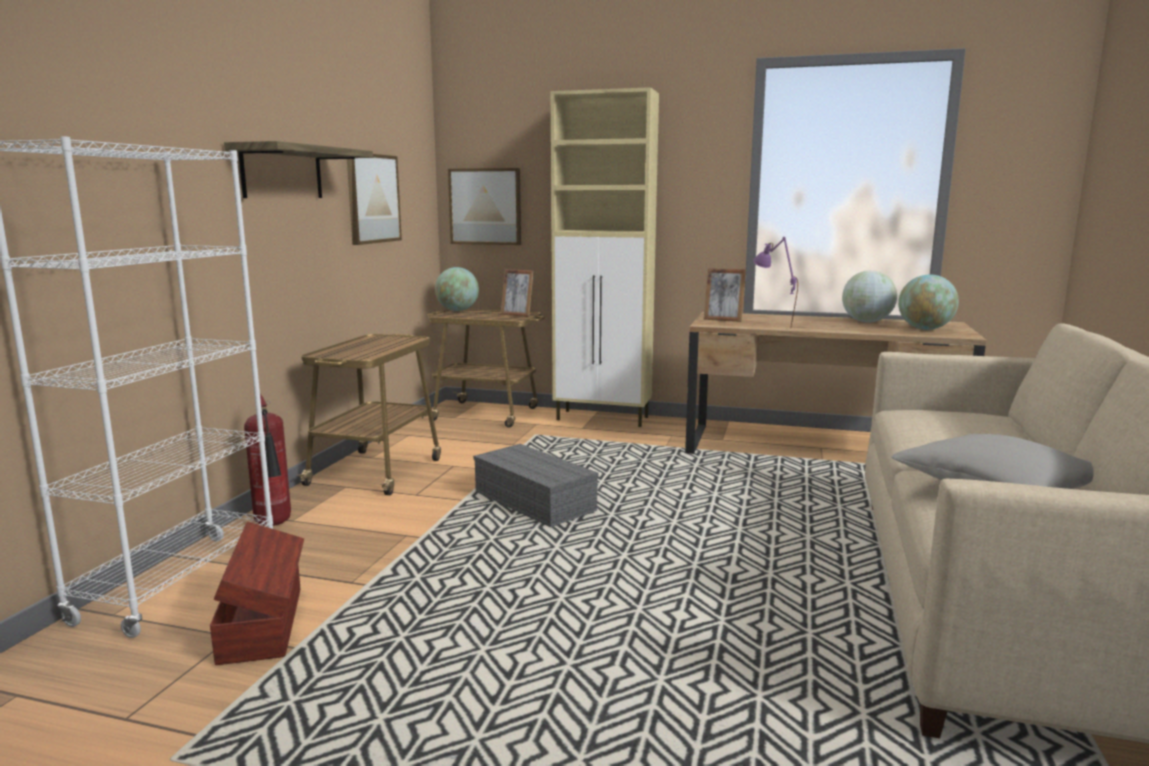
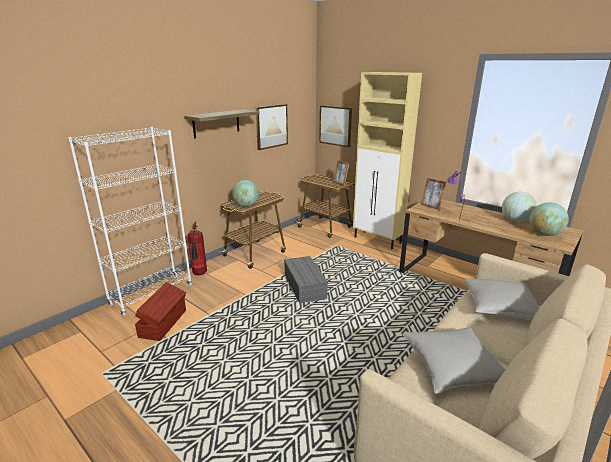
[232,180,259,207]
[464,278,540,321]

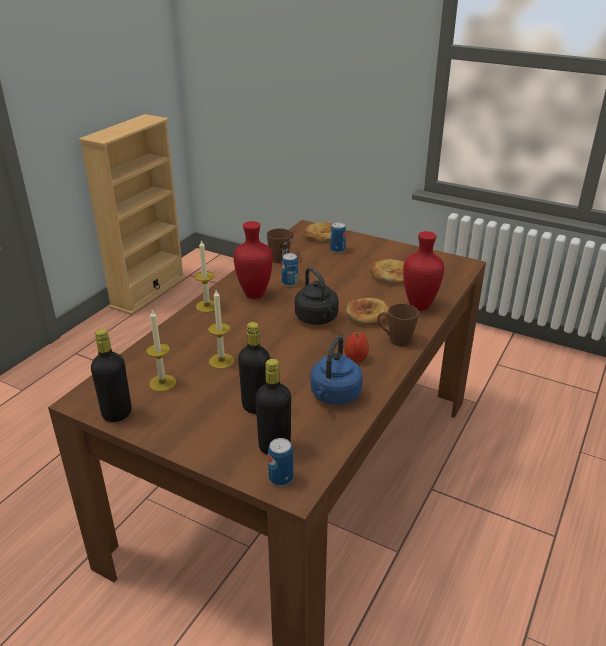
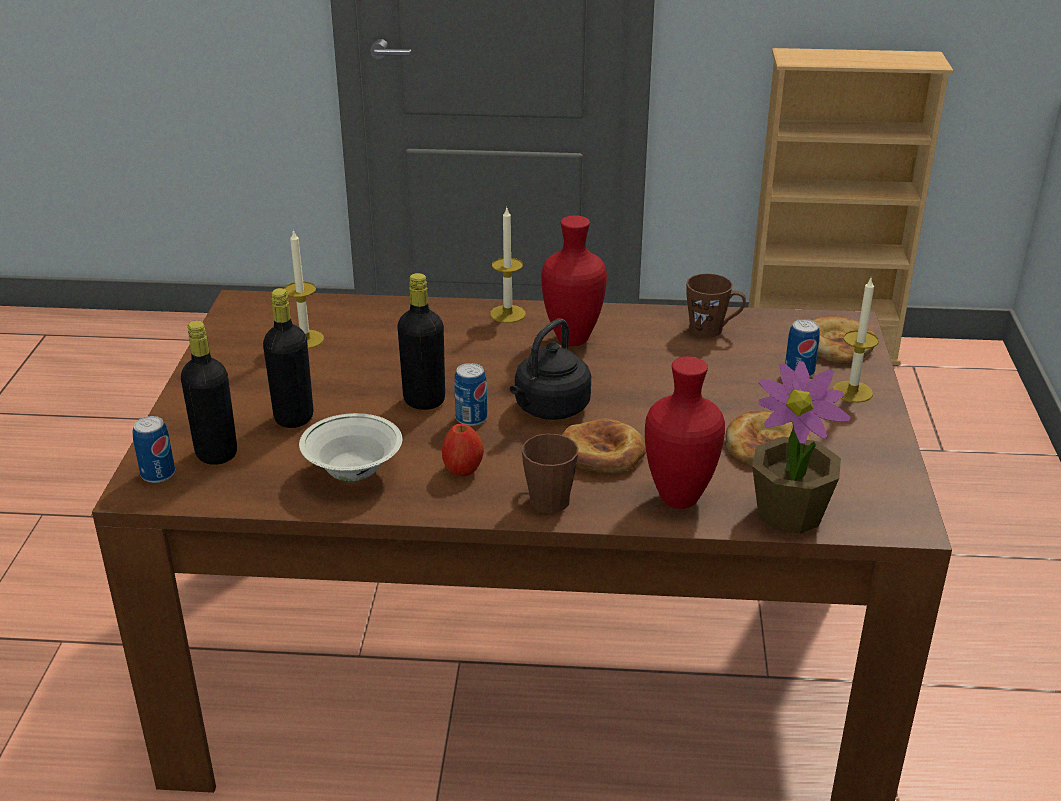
[299,413,402,481]
[397,273,445,410]
[454,363,487,426]
[752,361,850,534]
[833,278,879,403]

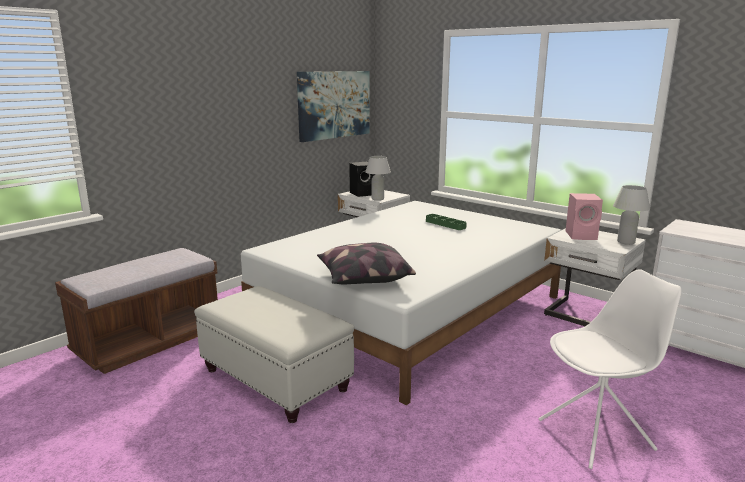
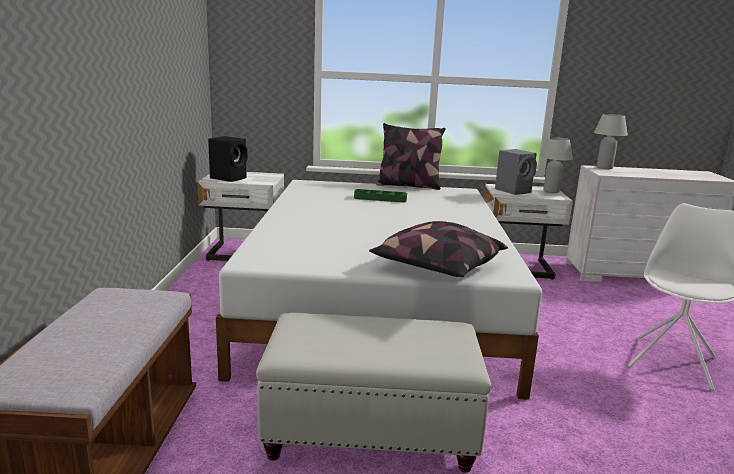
[376,123,446,190]
[495,149,537,195]
[594,114,628,169]
[297,71,370,142] (first image)

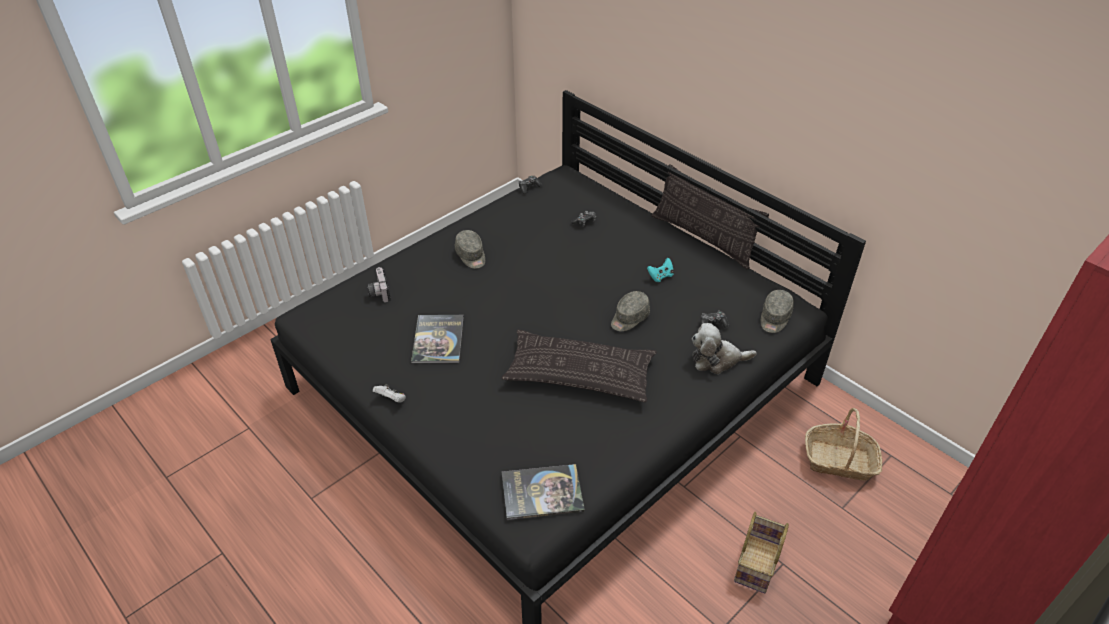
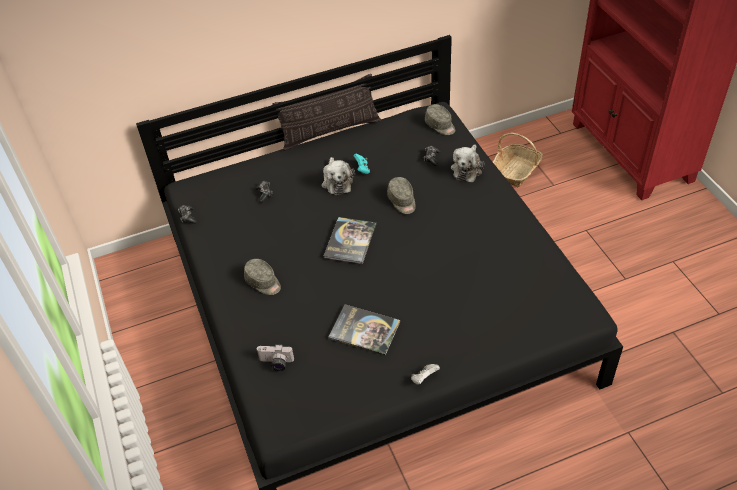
[244,259,281,295]
[321,157,355,195]
[324,217,376,264]
[502,329,657,402] (first image)
[734,512,789,593] (first image)

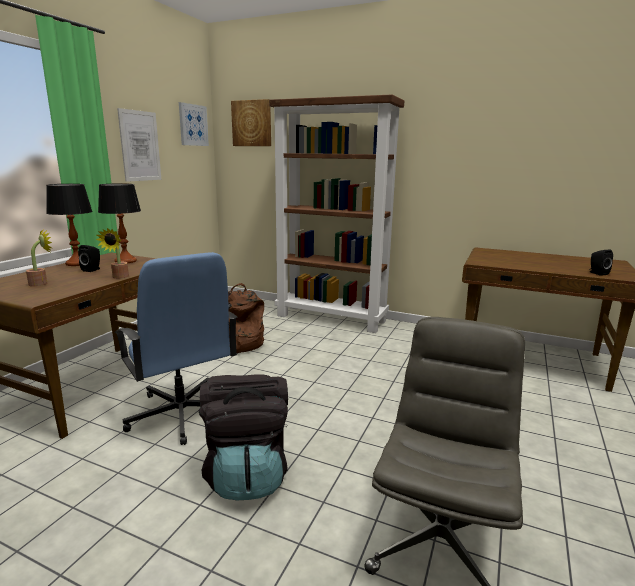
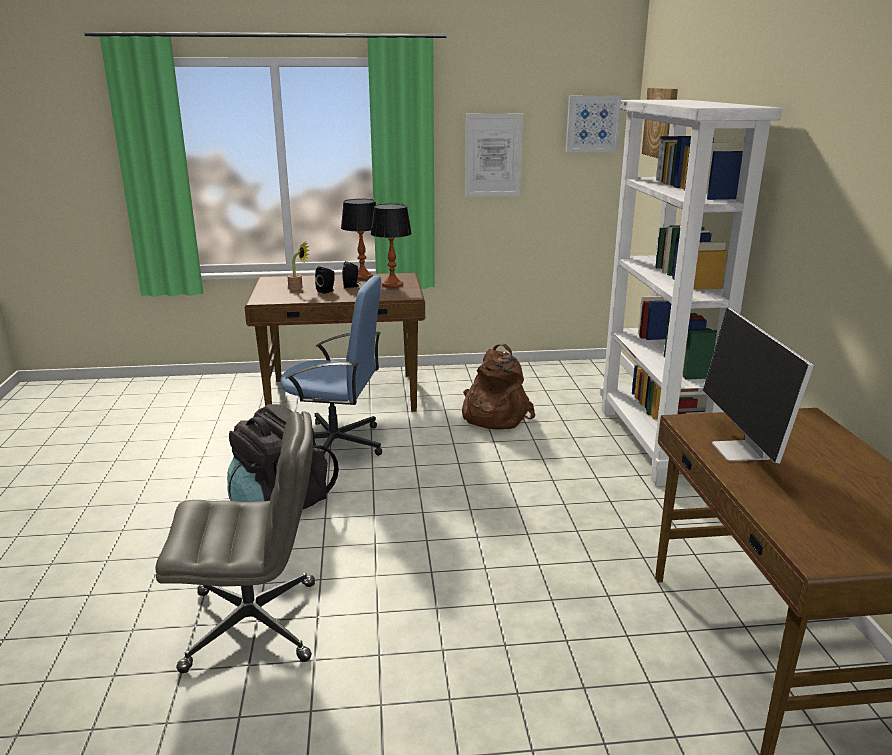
[280,276,382,456]
[315,267,335,294]
[600,100,782,486]
[703,308,814,463]
[96,228,129,279] (first image)

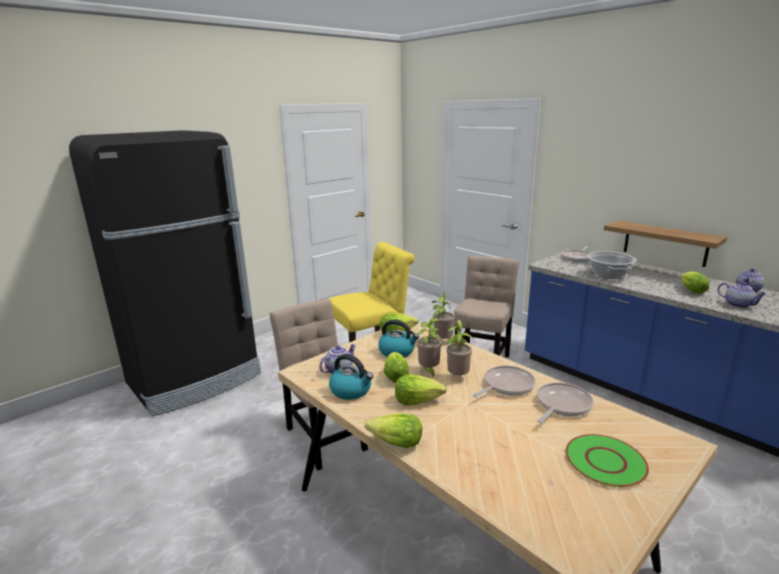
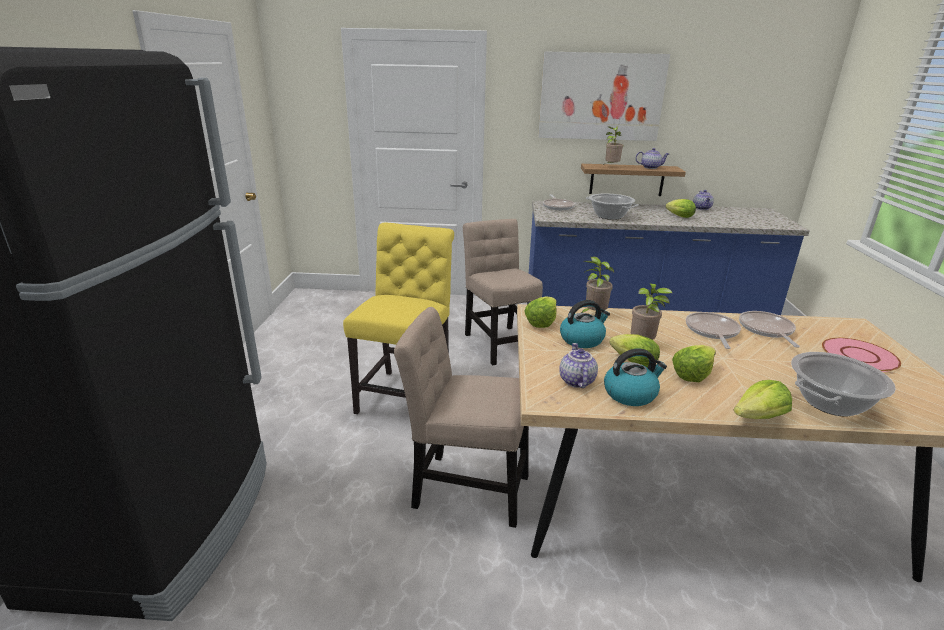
[538,52,670,141]
[605,126,623,163]
[635,148,669,169]
[791,352,896,417]
[822,338,901,372]

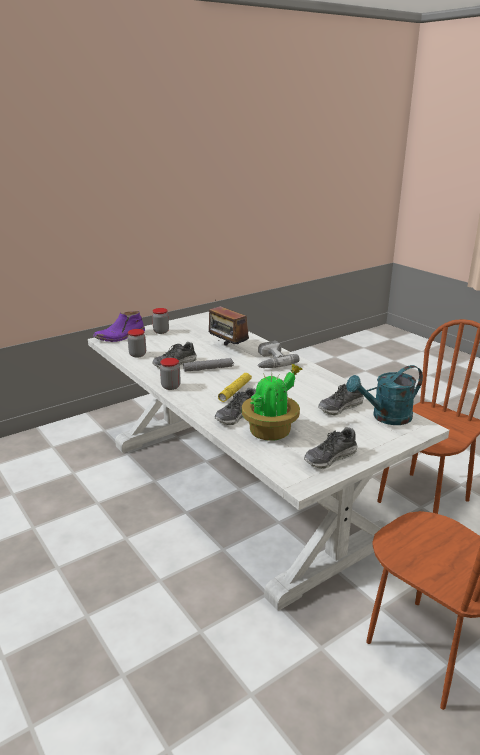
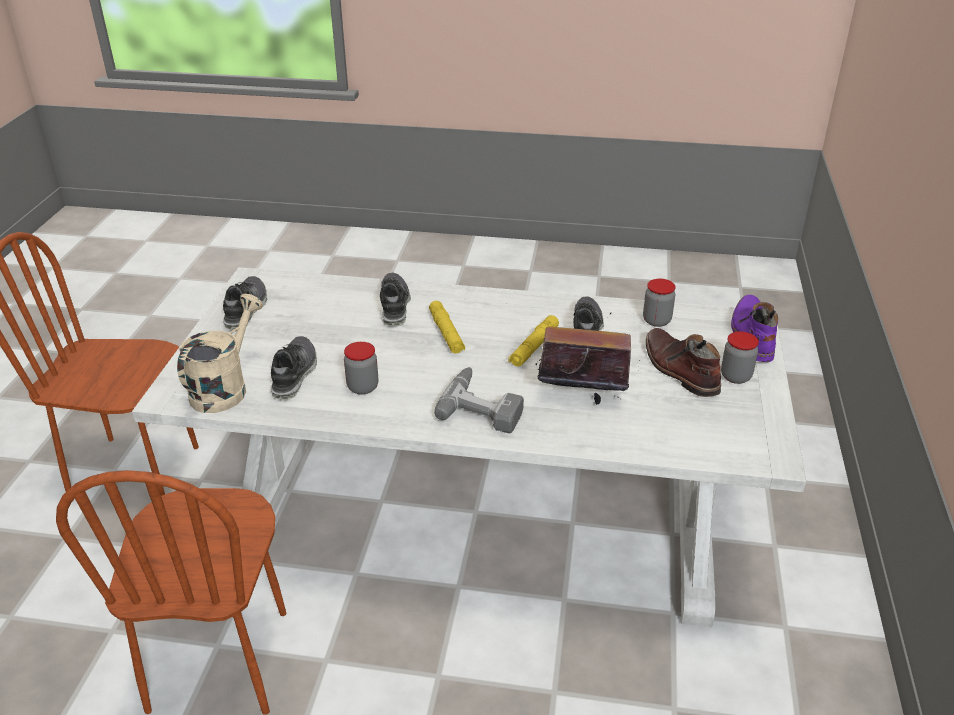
[177,294,263,413]
[344,342,378,394]
[508,315,559,367]
[646,328,721,397]
[242,363,302,441] (first image)

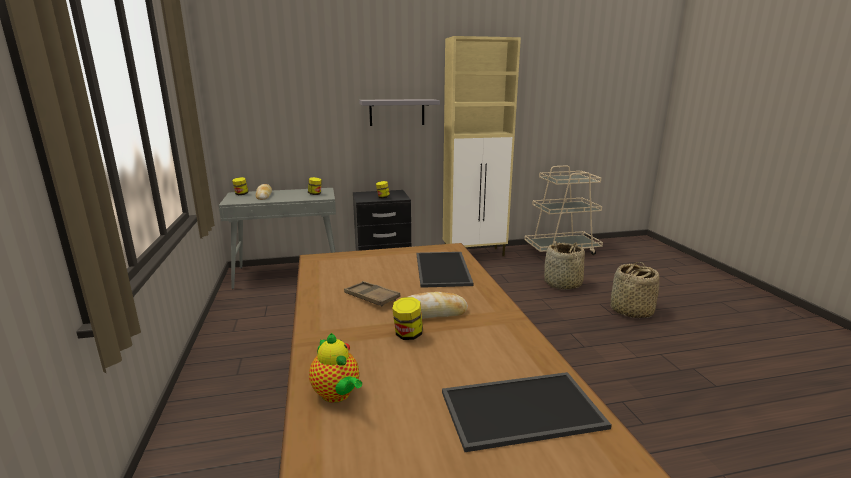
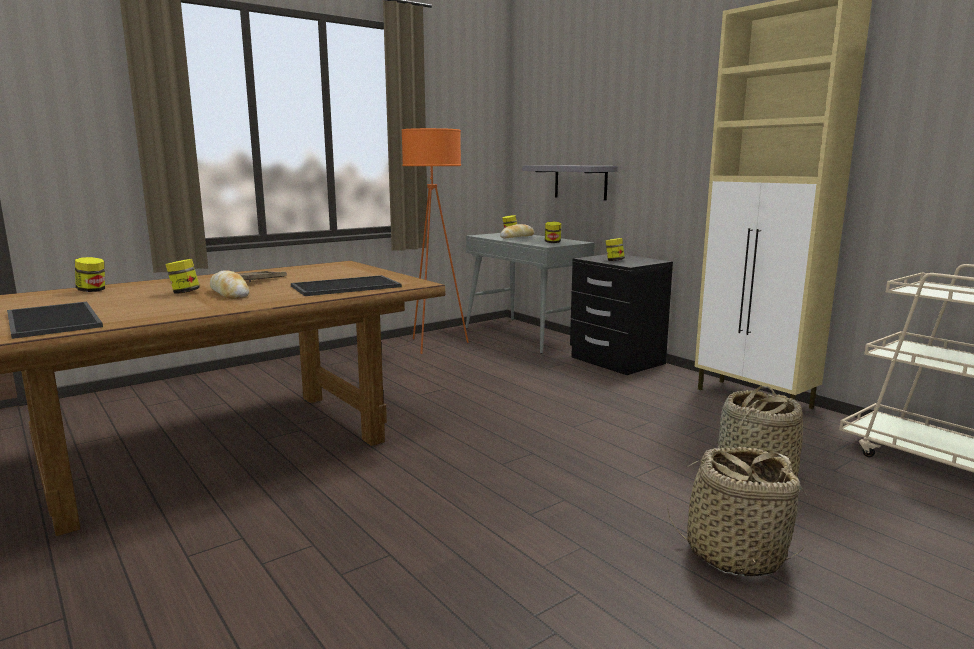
[75,257,105,292]
[401,128,469,354]
[522,165,618,200]

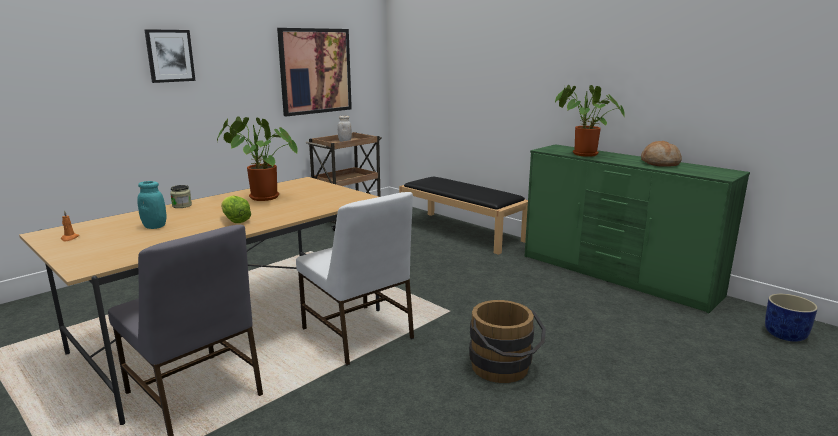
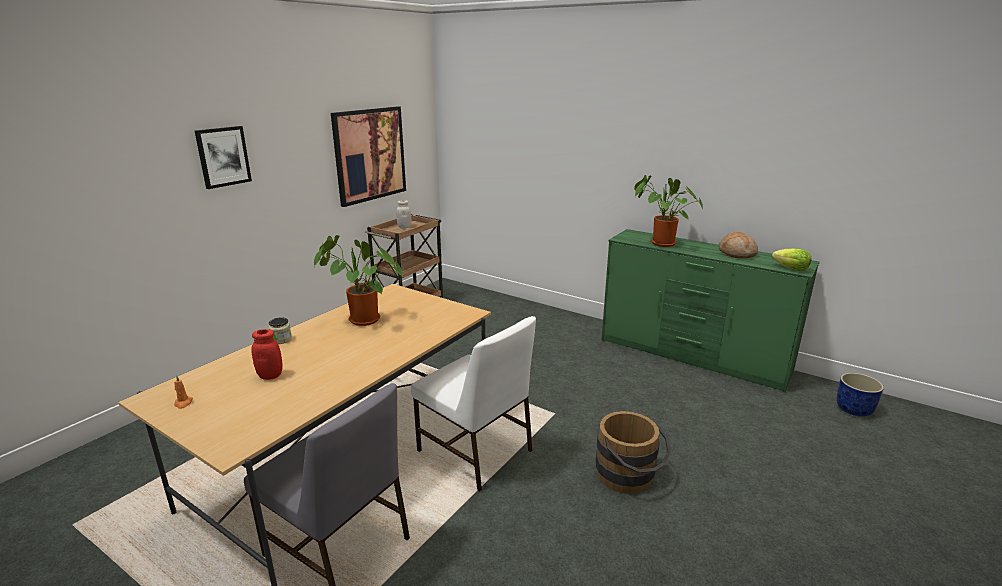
[251,329,283,380]
[772,248,811,271]
[399,176,528,255] (first image)

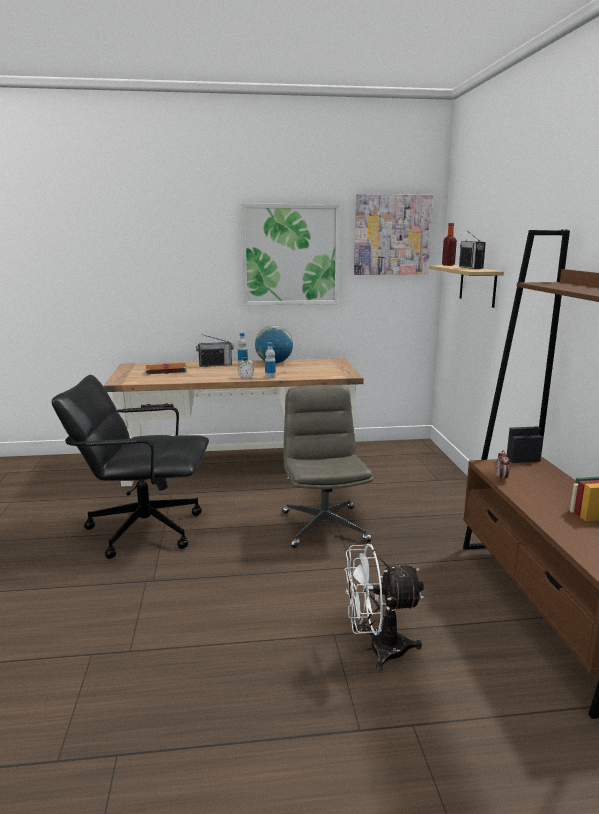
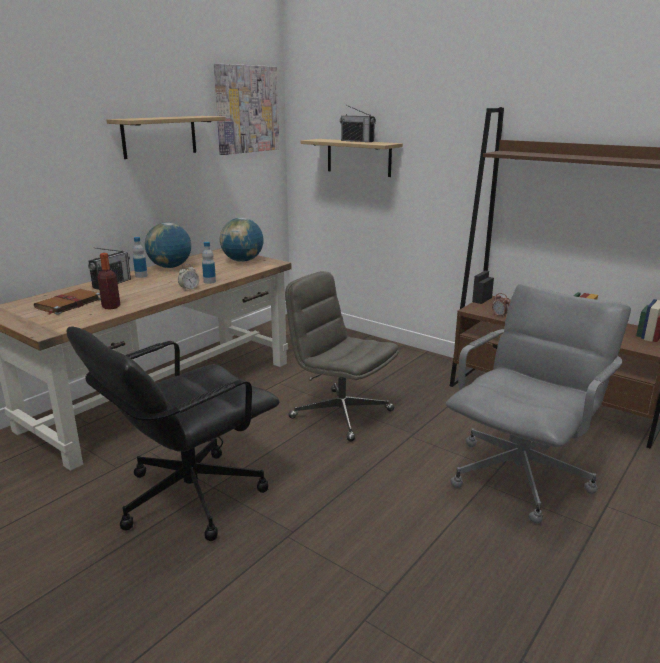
[97,253,120,309]
[106,116,226,159]
[220,218,264,262]
[446,284,631,524]

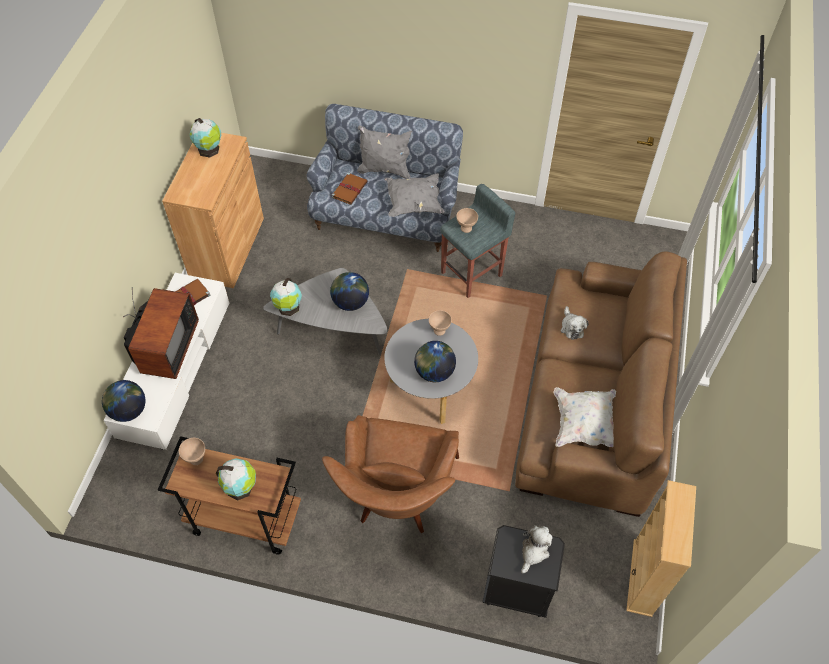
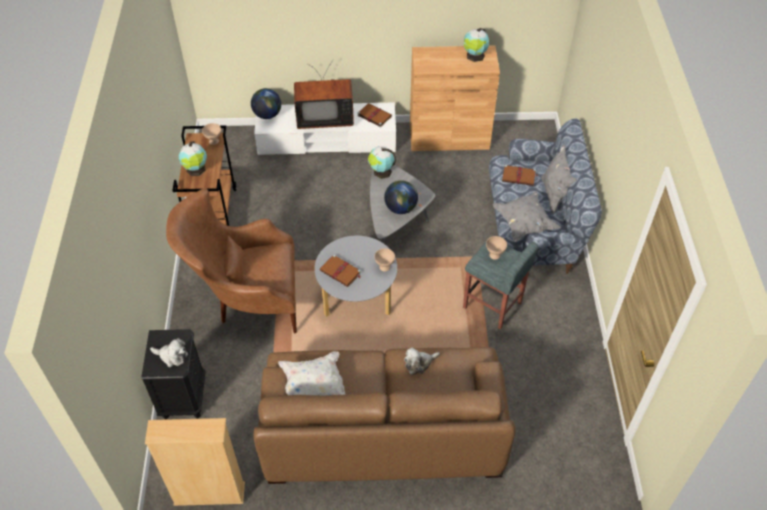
[320,254,361,287]

